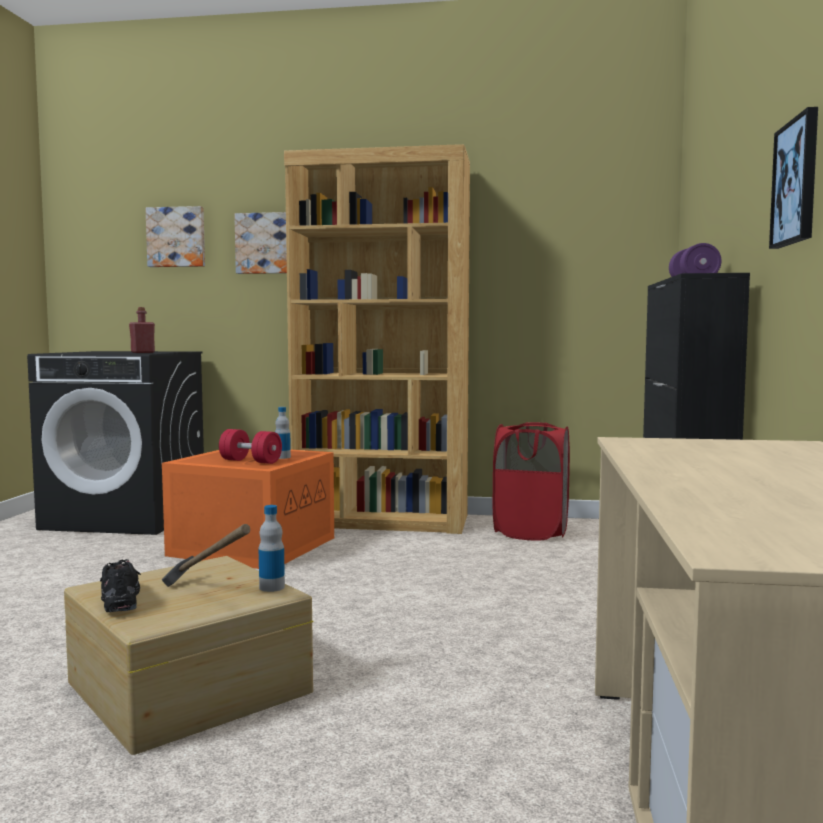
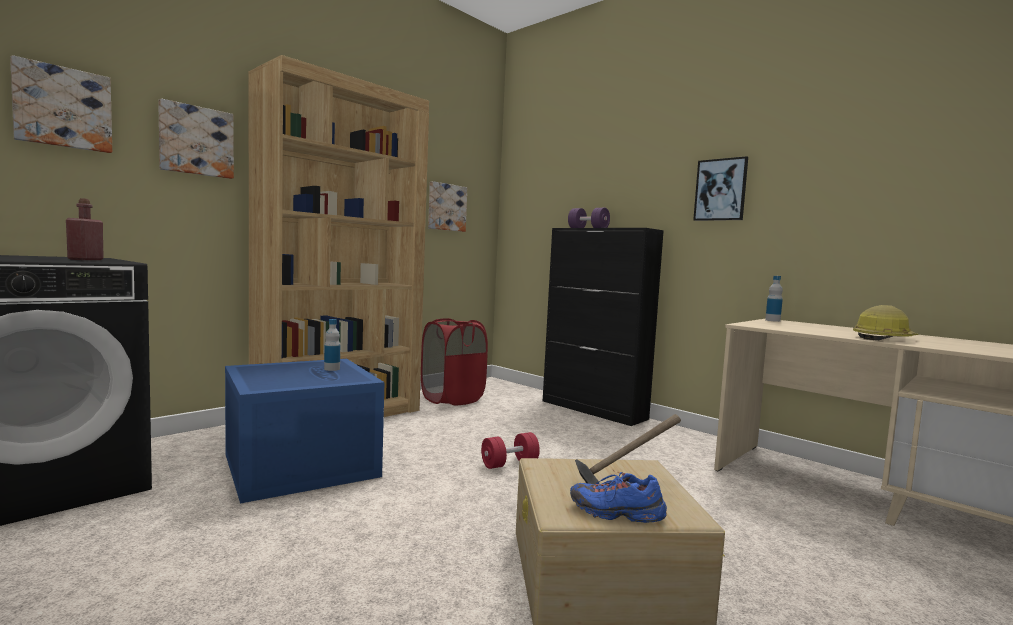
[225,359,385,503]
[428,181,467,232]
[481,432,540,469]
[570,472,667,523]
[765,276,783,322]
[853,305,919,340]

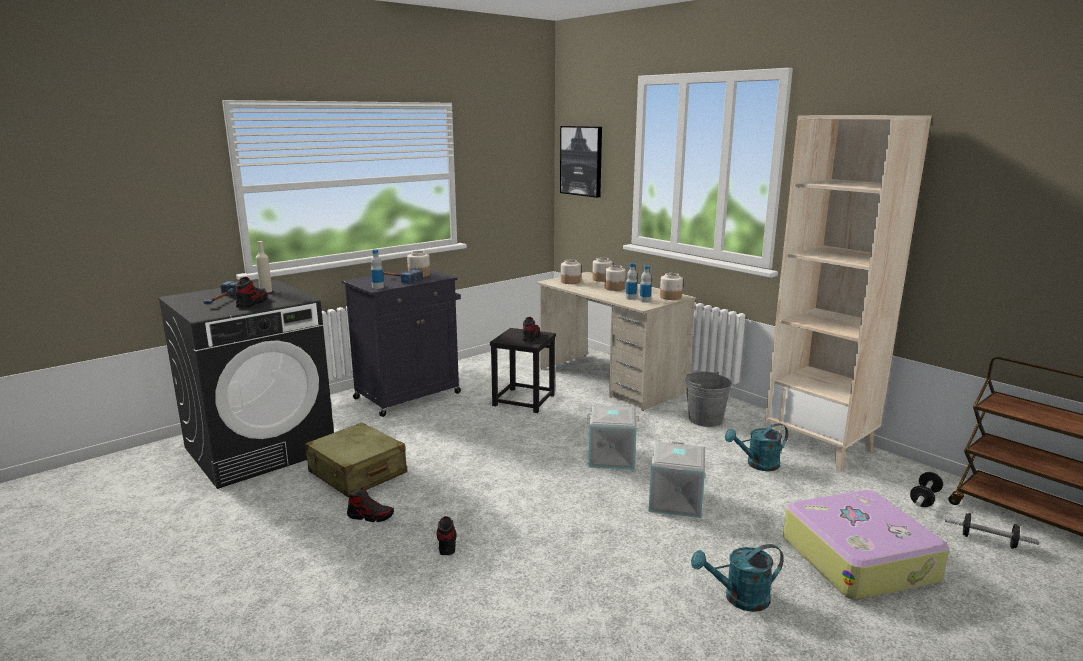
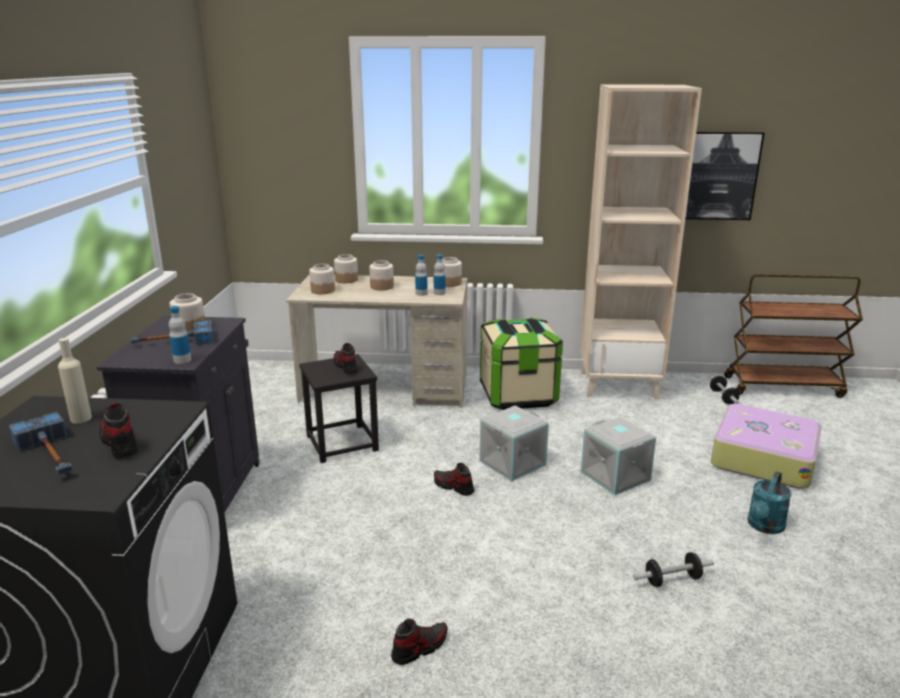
[434,463,474,496]
[480,317,563,410]
[633,552,714,587]
[685,132,765,220]
[305,423,407,498] (first image)
[725,423,788,471] (first image)

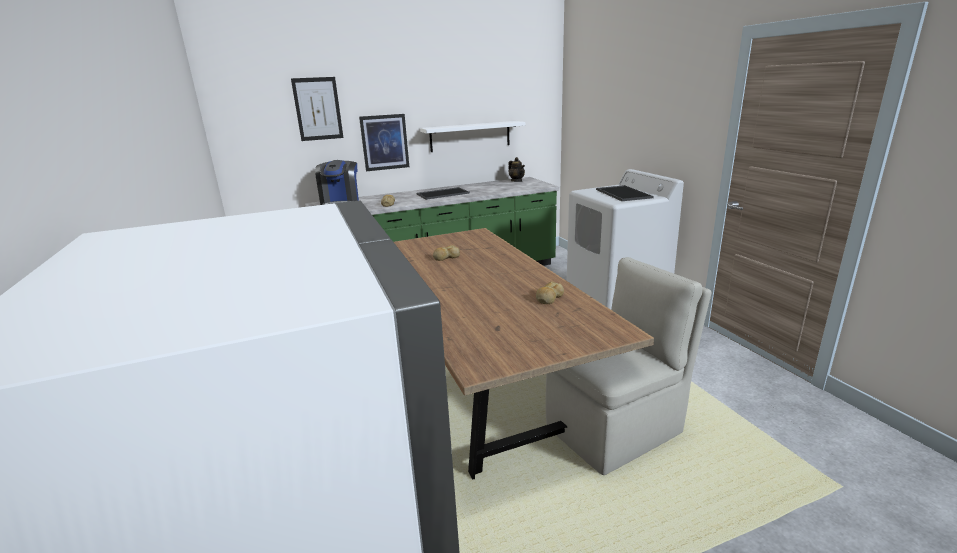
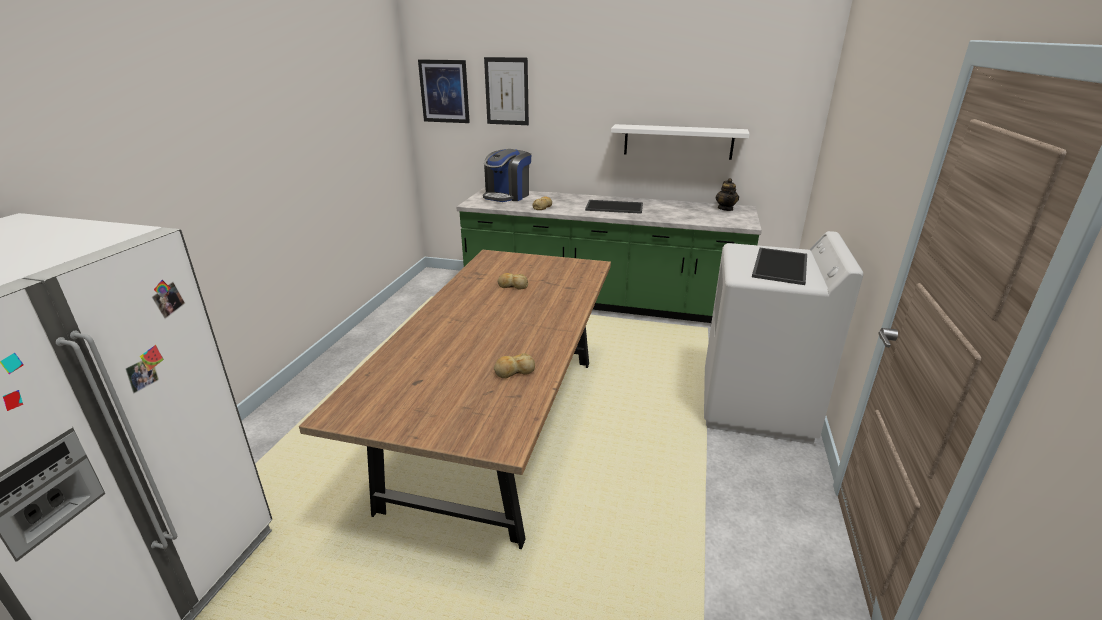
[418,59,470,123]
[545,257,712,475] (first image)

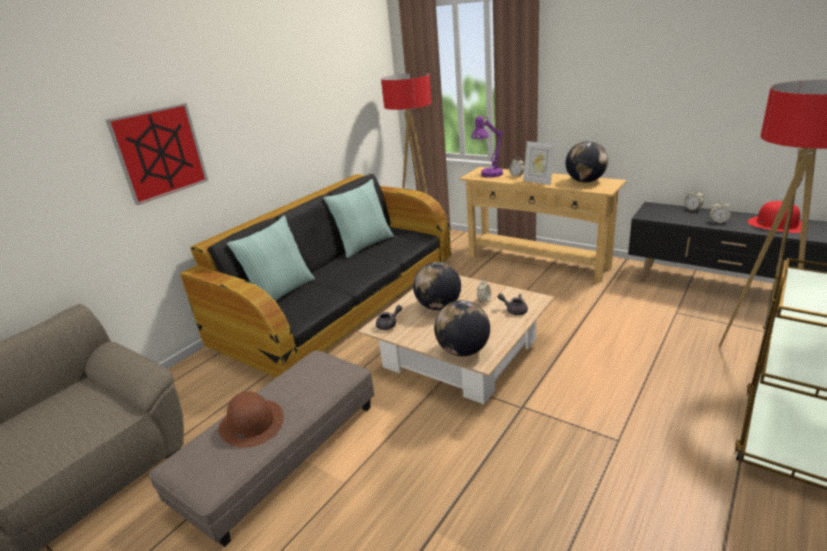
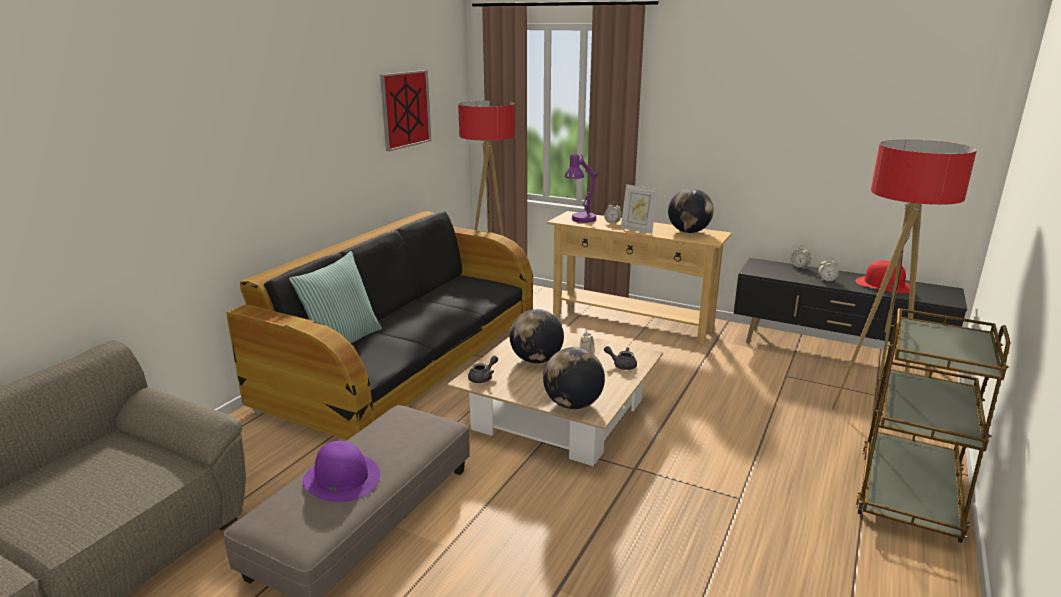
[303,441,380,502]
[380,70,431,151]
[324,179,394,258] (first image)

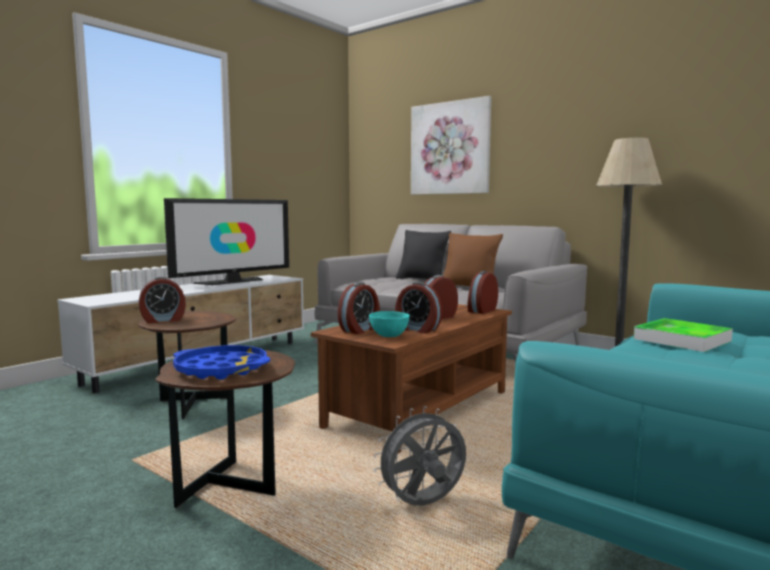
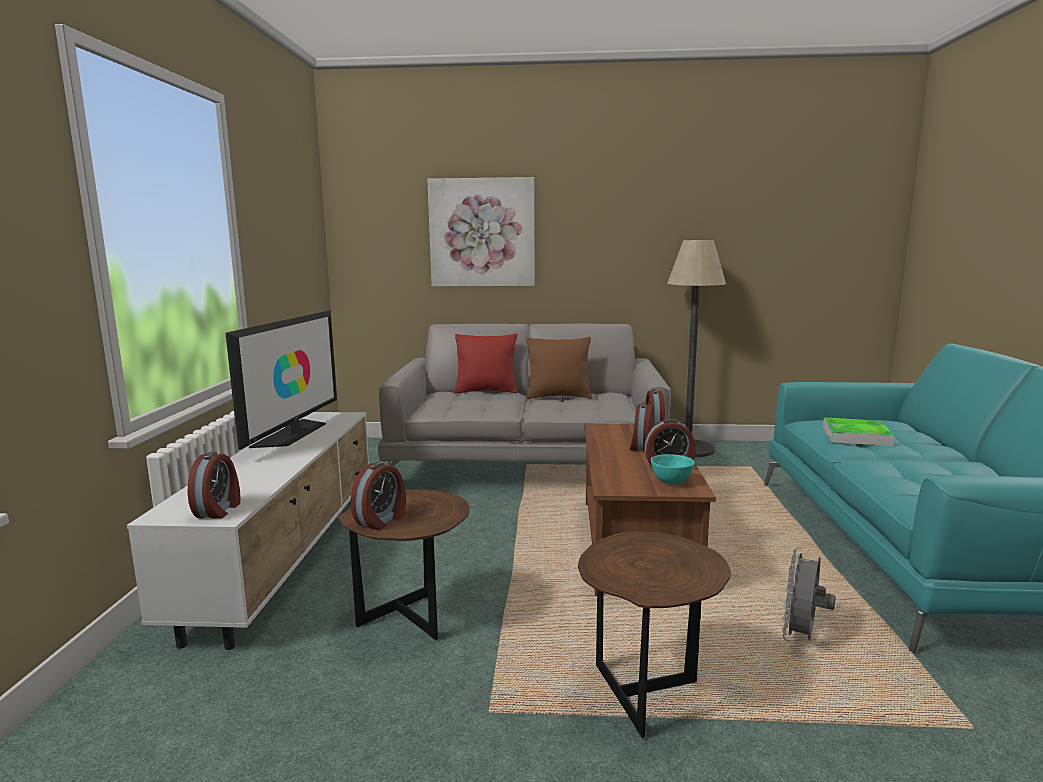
[188,451,240,519]
[454,333,518,394]
[173,345,270,380] (first image)

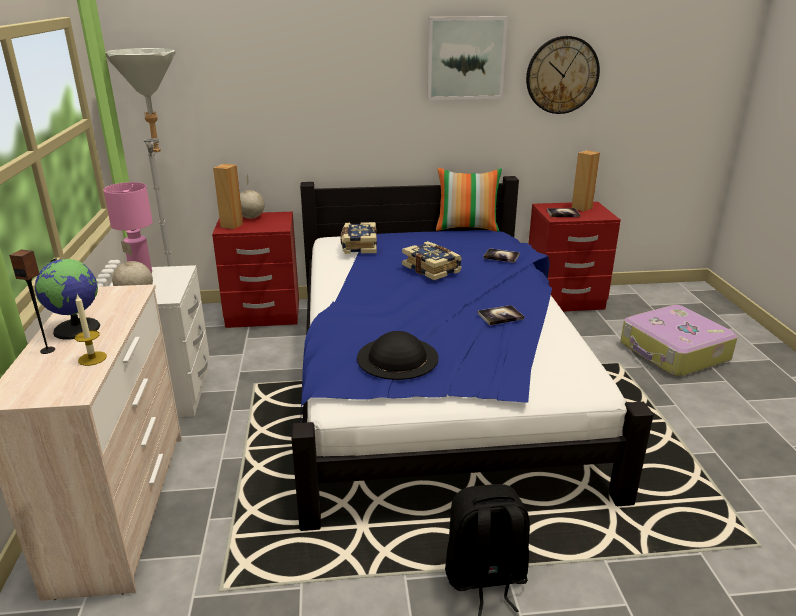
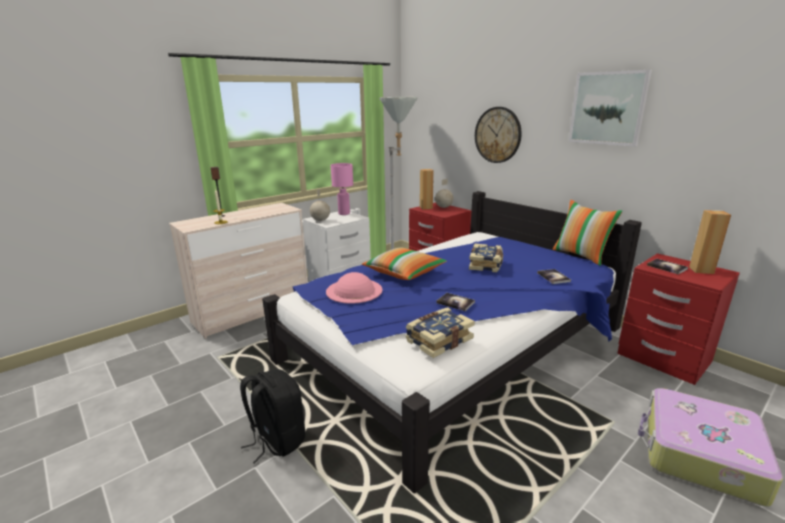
[326,272,382,304]
[362,247,447,280]
[406,307,475,358]
[475,107,522,163]
[35,258,100,339] (first image)

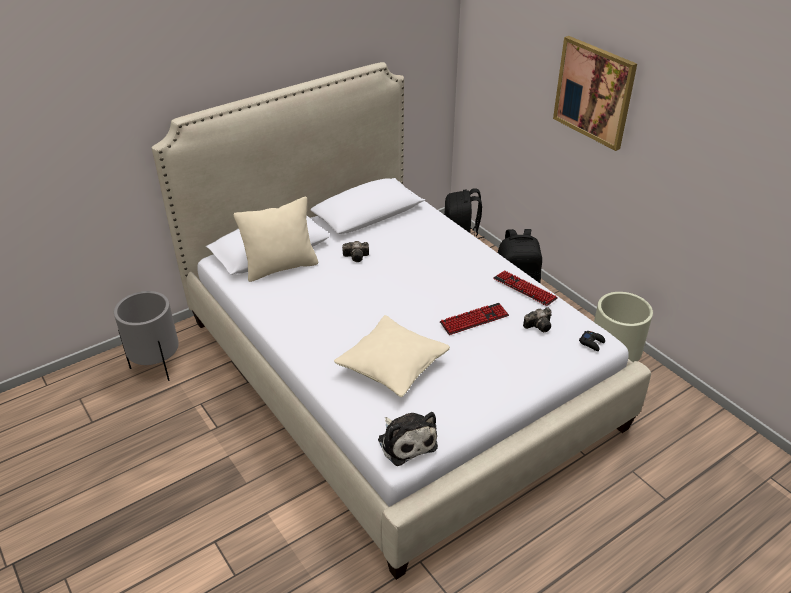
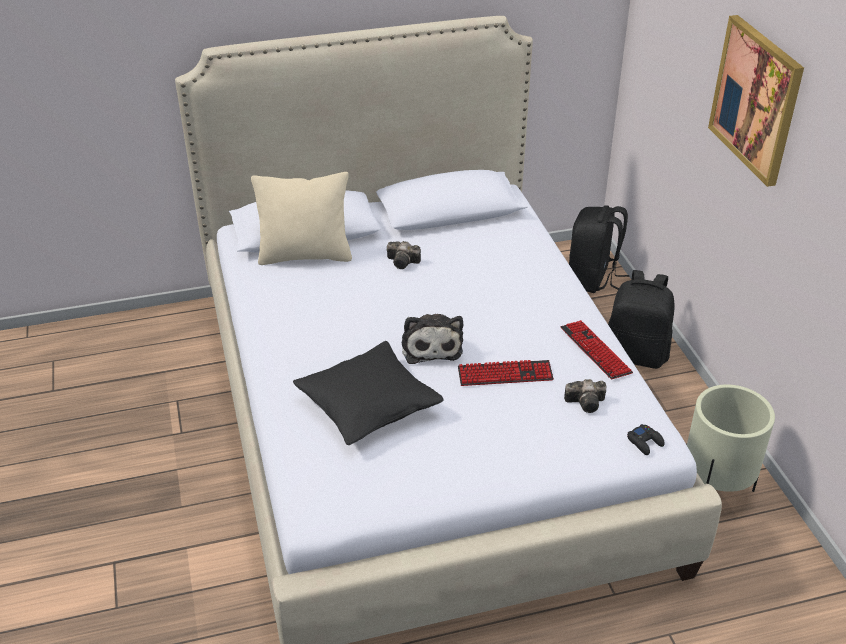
[293,341,444,445]
[402,314,463,364]
[114,291,179,381] (first image)

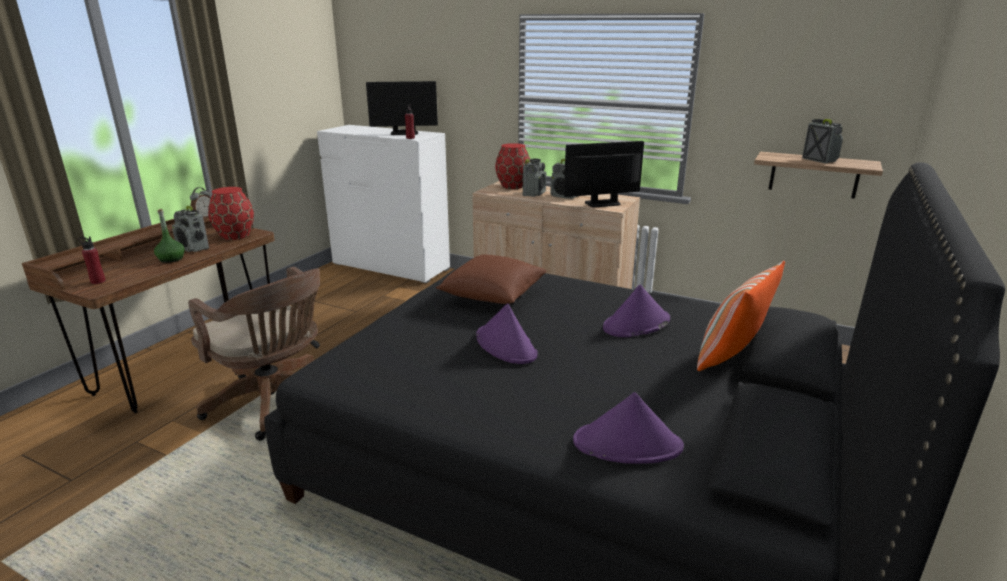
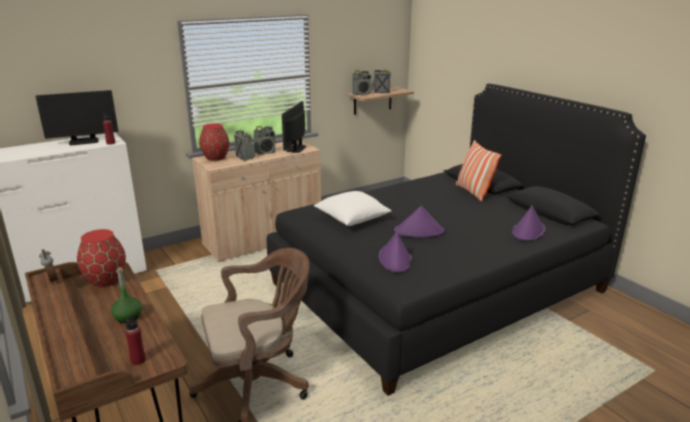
[36,90,118,145]
[314,191,391,226]
[352,70,371,95]
[378,232,412,273]

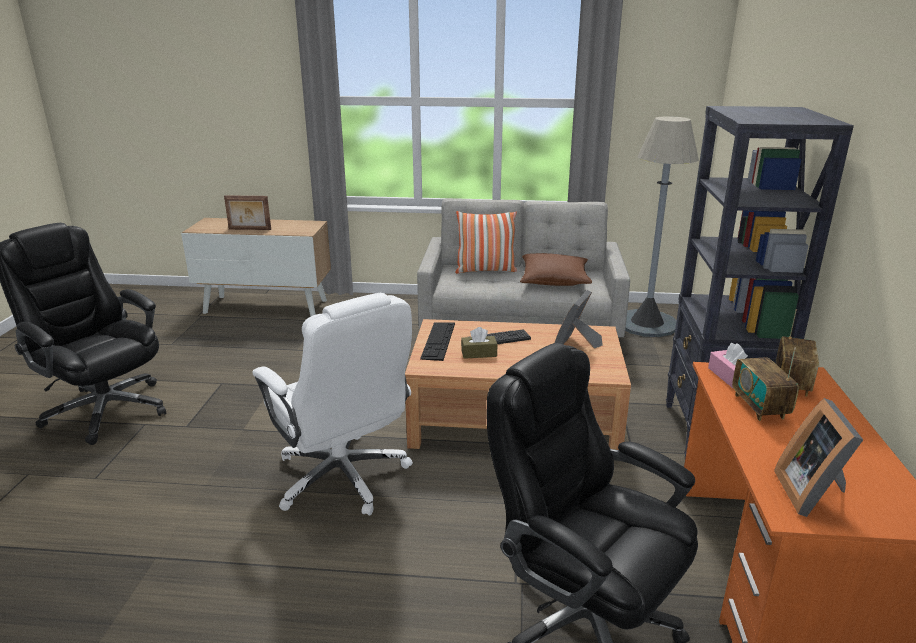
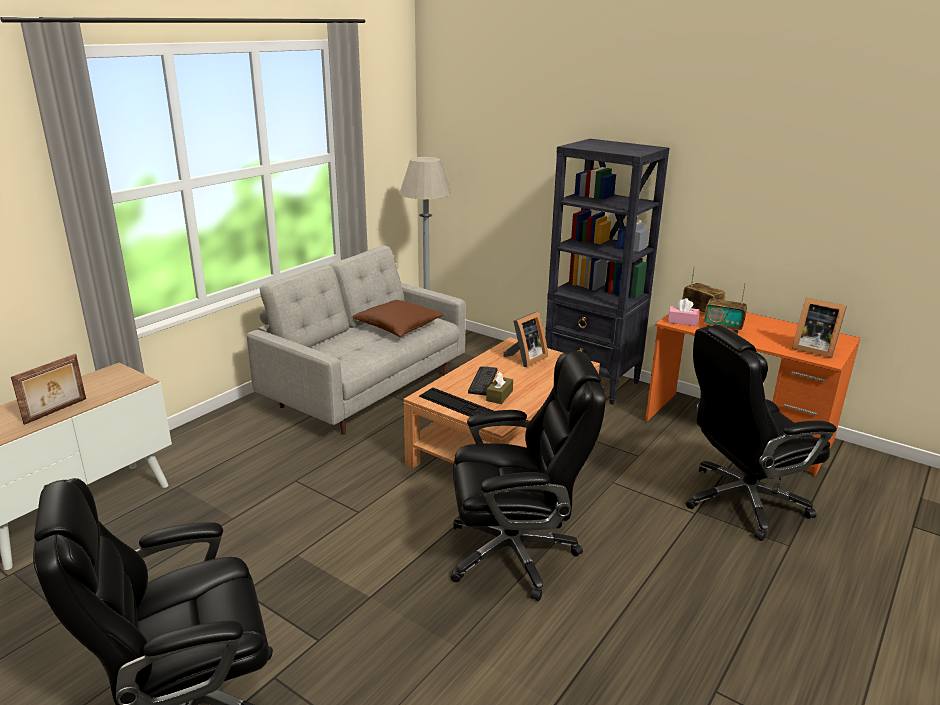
[450,351,606,601]
[503,311,548,367]
[455,211,517,273] (first image)

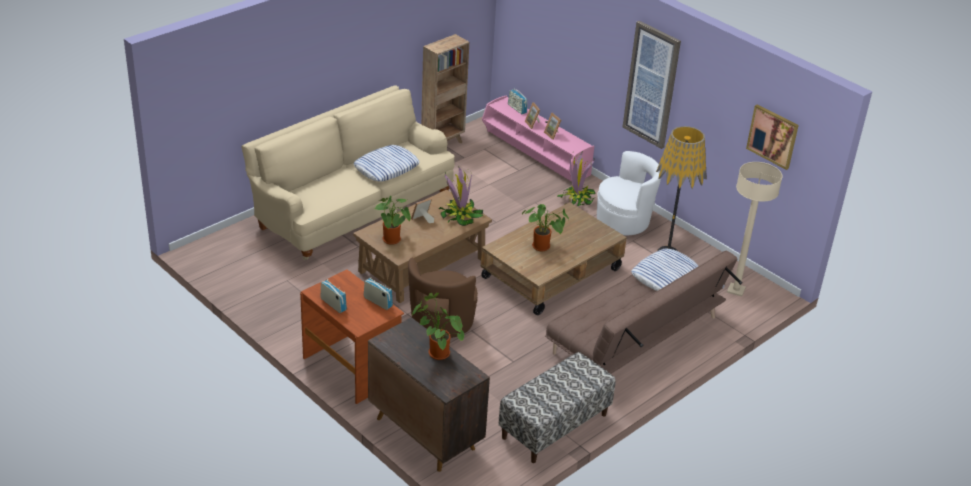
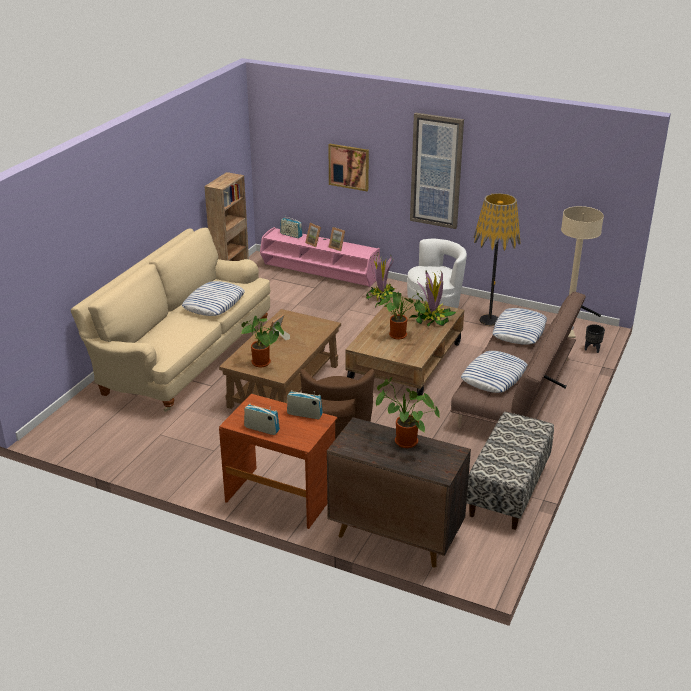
[329,144,369,191]
[410,271,456,327]
[461,351,528,393]
[585,324,605,353]

